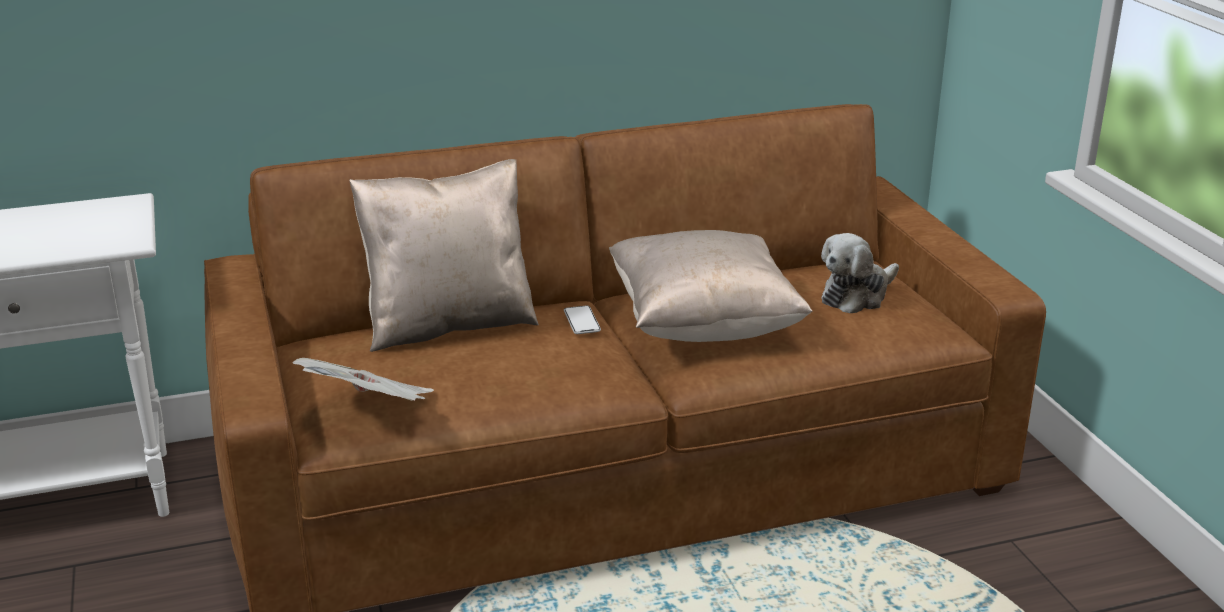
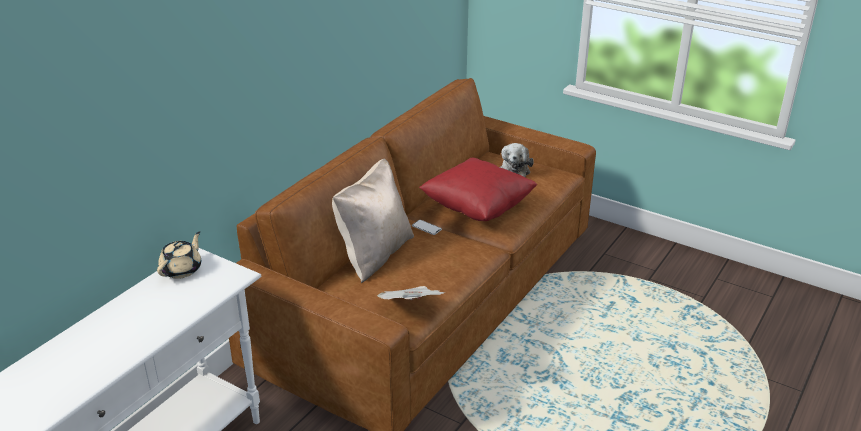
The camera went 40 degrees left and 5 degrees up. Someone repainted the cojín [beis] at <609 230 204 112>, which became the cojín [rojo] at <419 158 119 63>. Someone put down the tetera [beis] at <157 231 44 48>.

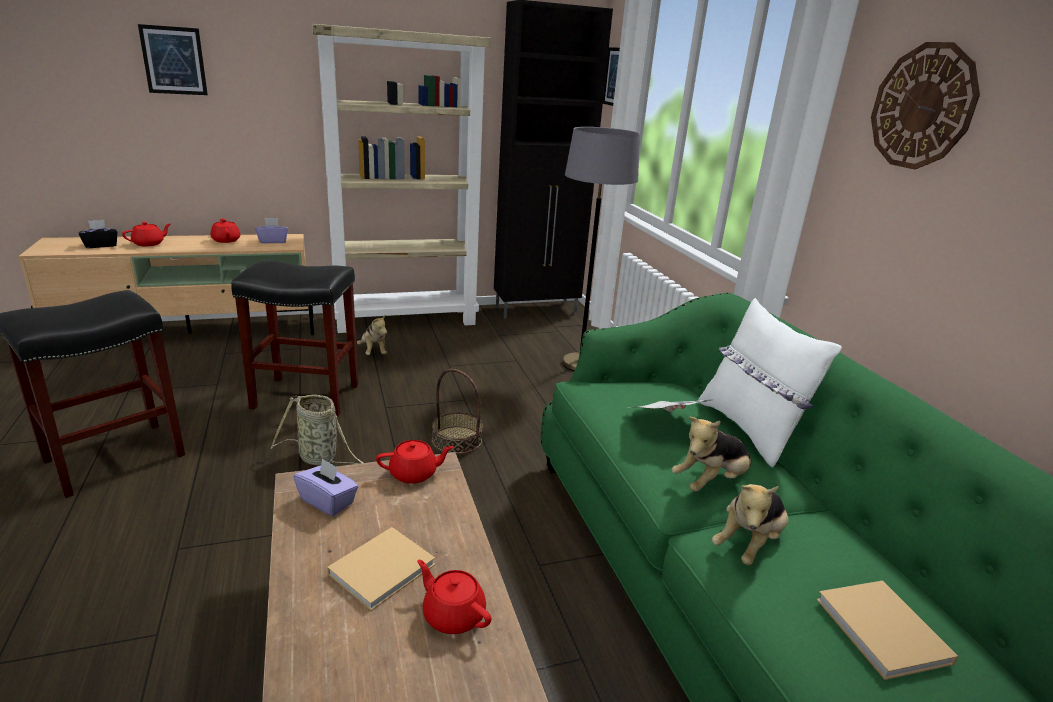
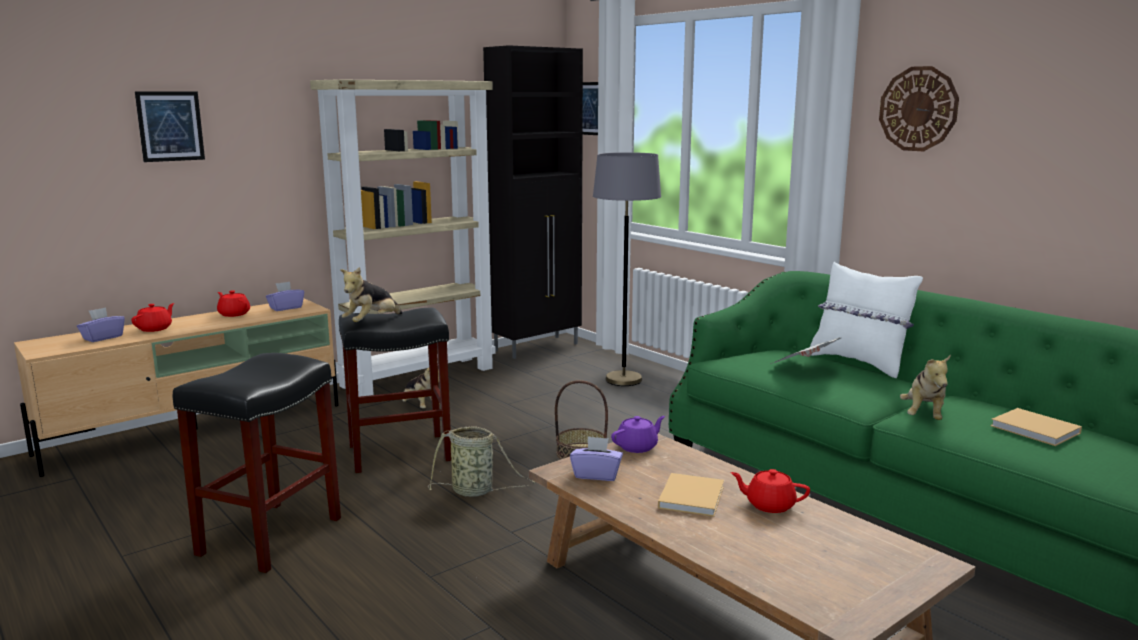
The camera went 20 degrees left and 10 degrees down. Someone repainted the caja de pañuelos [negro] at <78 220 39 28>, which became the caja de pañuelos [morado] at <77 307 48 35>. Someone carried the peluche from <672 417 80 75> to <340 267 63 55>. Someone repainted the tetera [rojo] at <376 440 78 44>, which became the tetera [morado] at <611 416 54 37>.

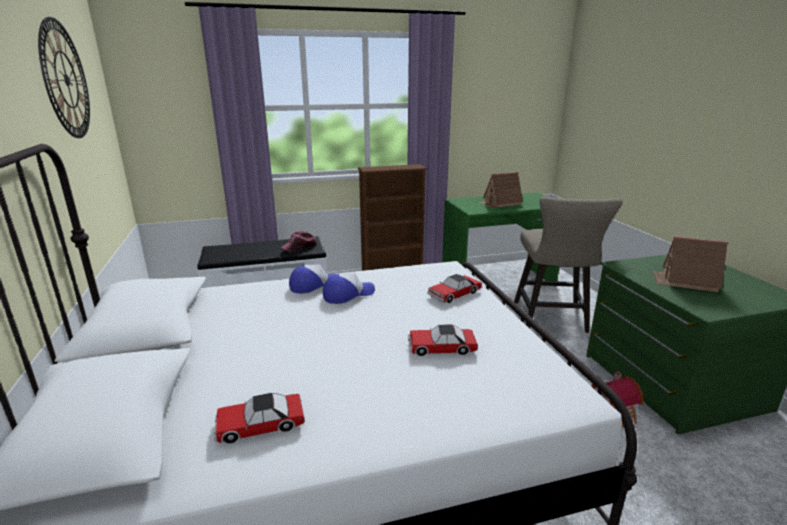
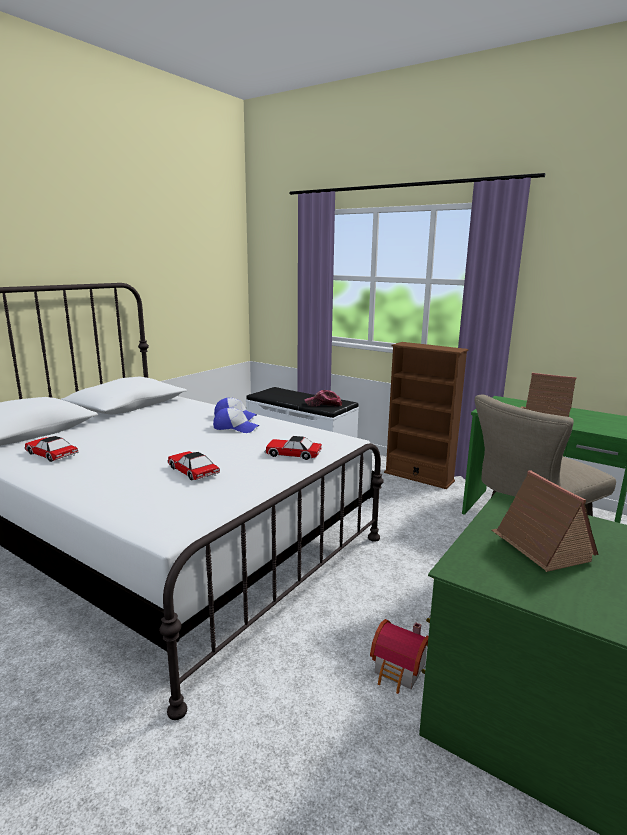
The camera went 50 degrees right and 5 degrees down. Someone took away the reloj de pared at <38 17 52 121>.

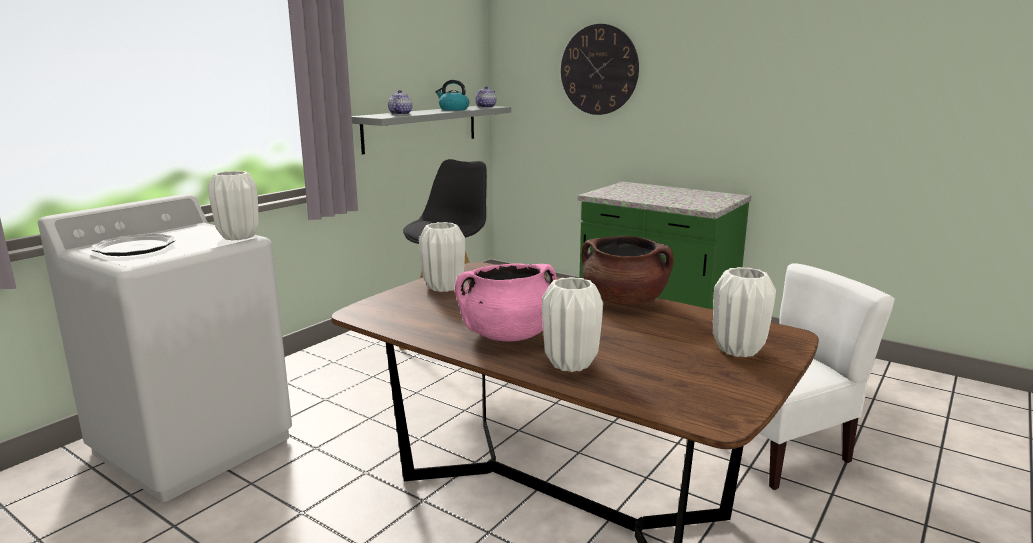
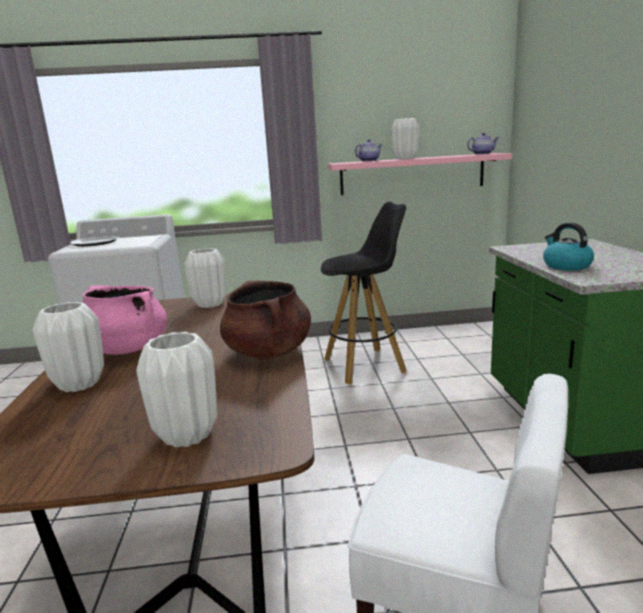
The camera went 50 degrees right and 0 degrees up. Someone took away the reloj de pared at <561 24 78 91>. Someone carried the hervidor from <436 80 33 31> to <543 223 51 47>. Someone repainted the estante [gris] at <352 106 159 48>, which became the estante [rosa] at <328 153 184 42>. Someone carried the florero [blanco] from <208 171 51 69> to <391 118 28 42>.

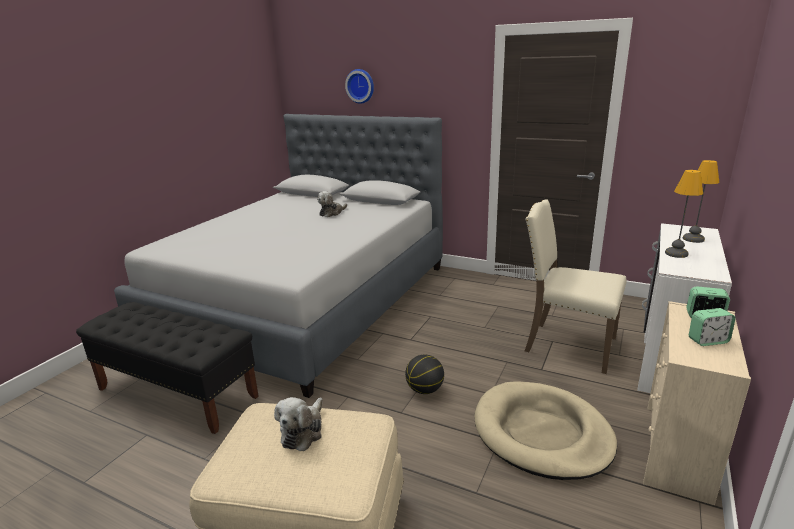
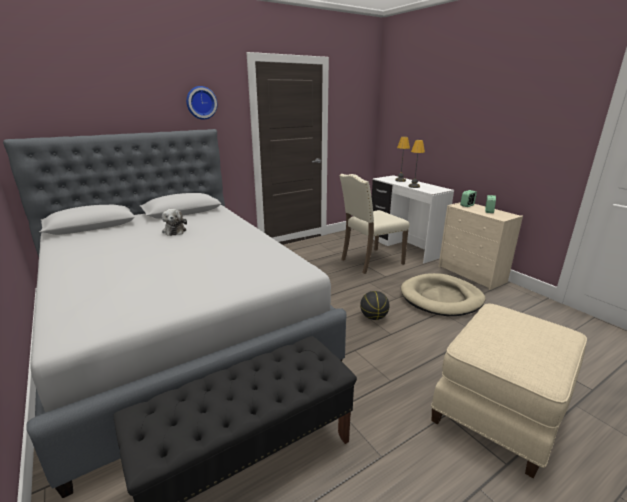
The camera went 60 degrees left and 0 degrees up. Someone carried the reloj de pared from <345 69 29 35> to <186 86 31 33>. Someone took away the peluche at <274 397 49 54>.

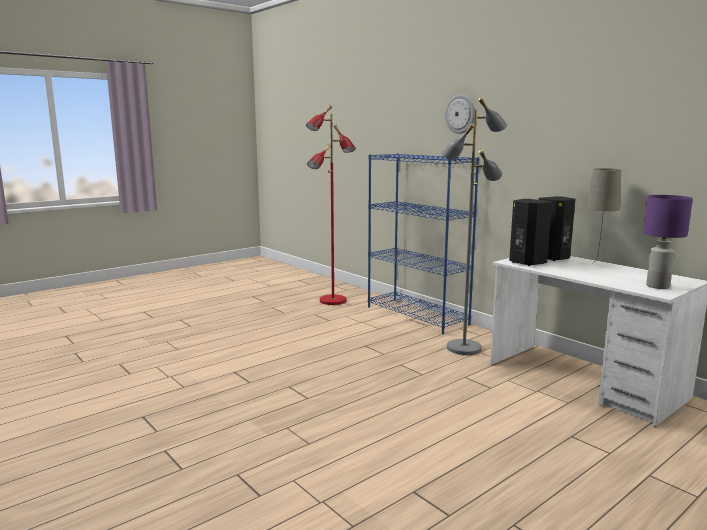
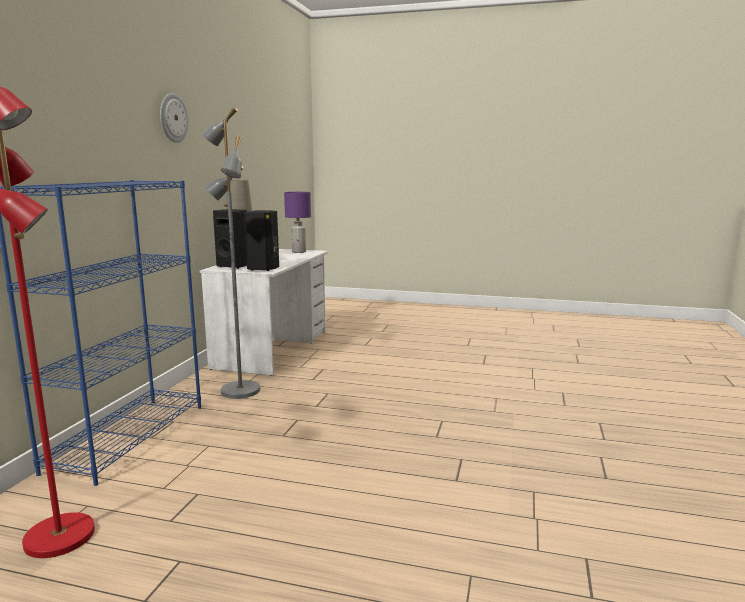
The camera went 125 degrees left and 0 degrees up. Someone carried the reloj de pared from <445 94 30 40> to <160 93 29 50>.

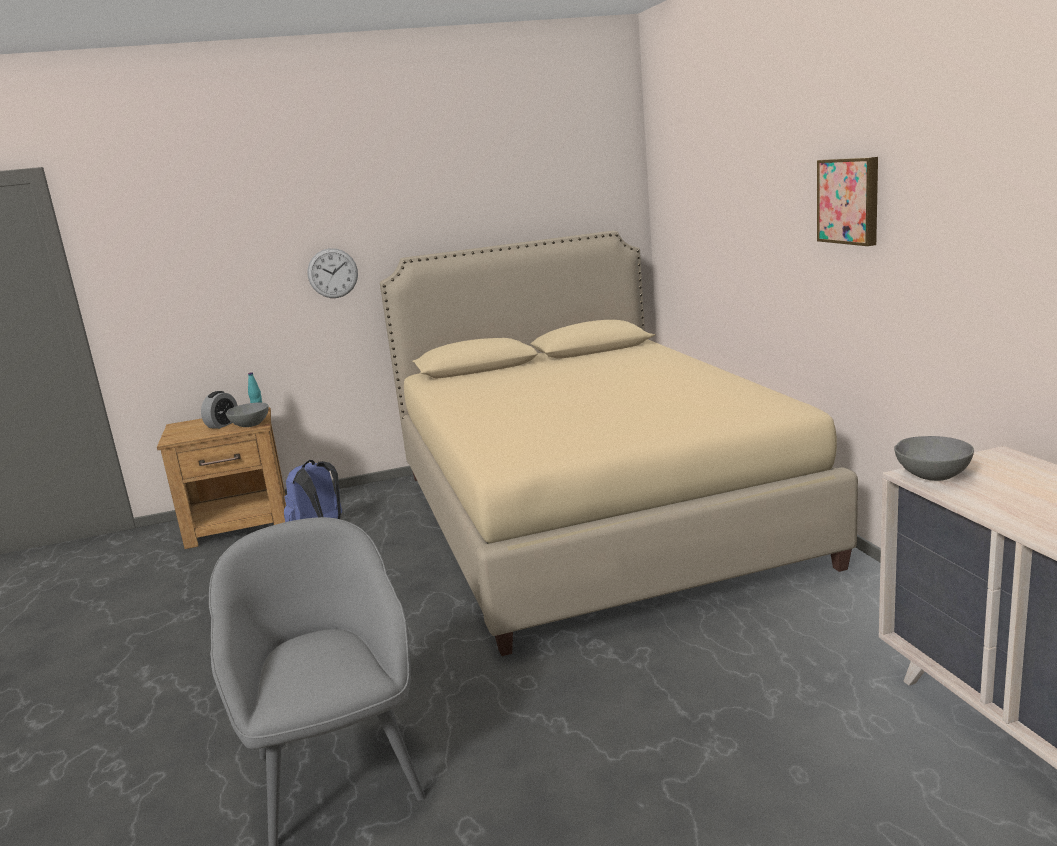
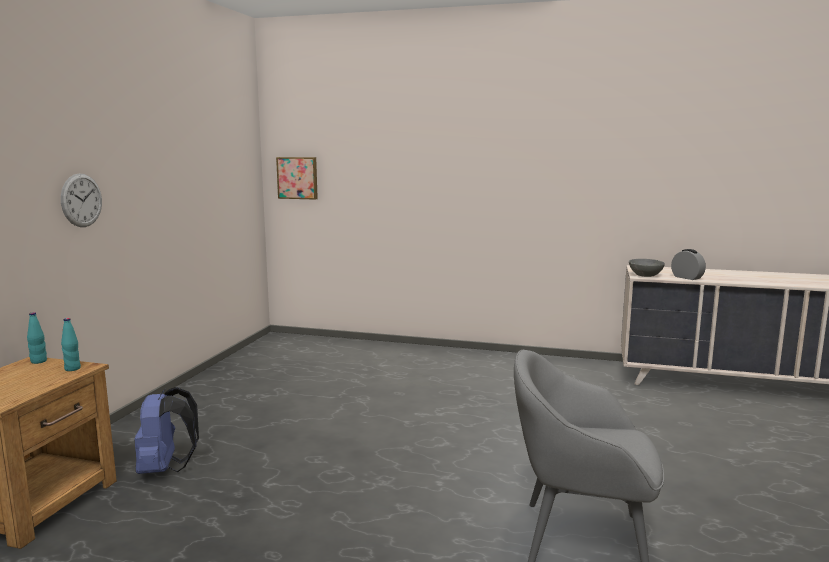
The camera went 60 degrees left and 5 degrees down. Someone carried the cuadro from <817 157 61 89> to <276 157 42 43>. Someone took away the cama [beis] at <380 231 478 425>. Someone carried the despertador from <201 391 37 38> to <671 249 35 31>. Someone swapped the cuenco [gris] at <225 402 44 25> for the botella [turquesa] at <61 318 20 53>.

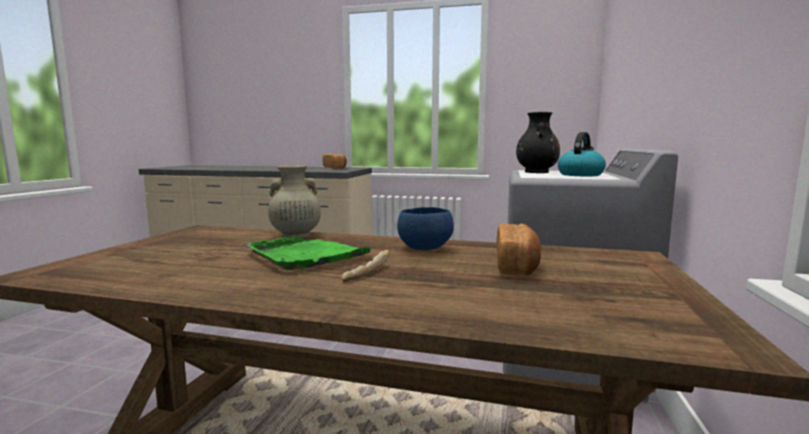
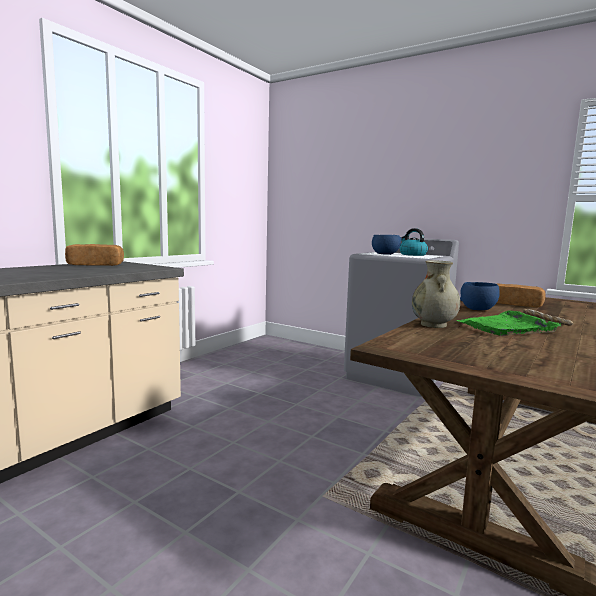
The camera went 70 degrees left and 0 degrees up. Someone swapped the florero [negro] at <516 112 44 61> for the cuenco [azul] at <372 235 30 20>.

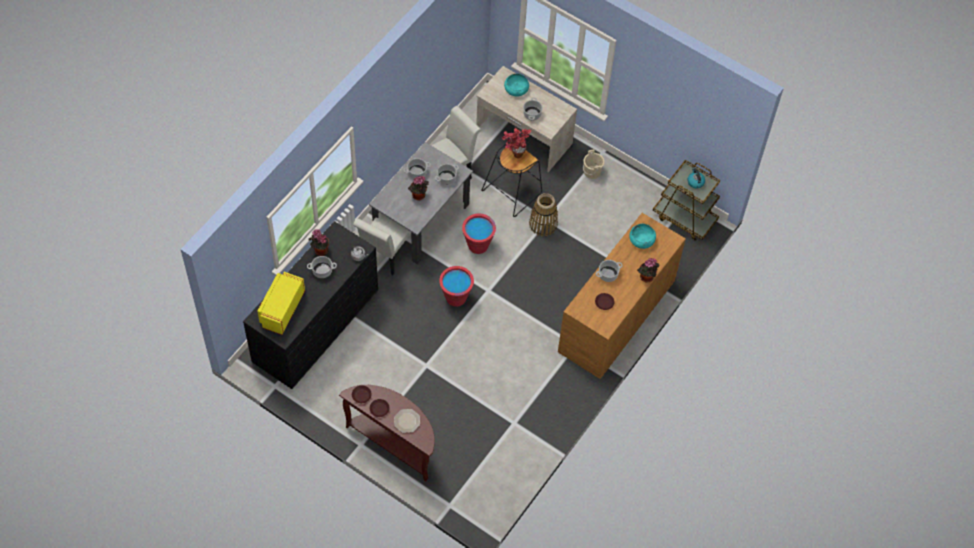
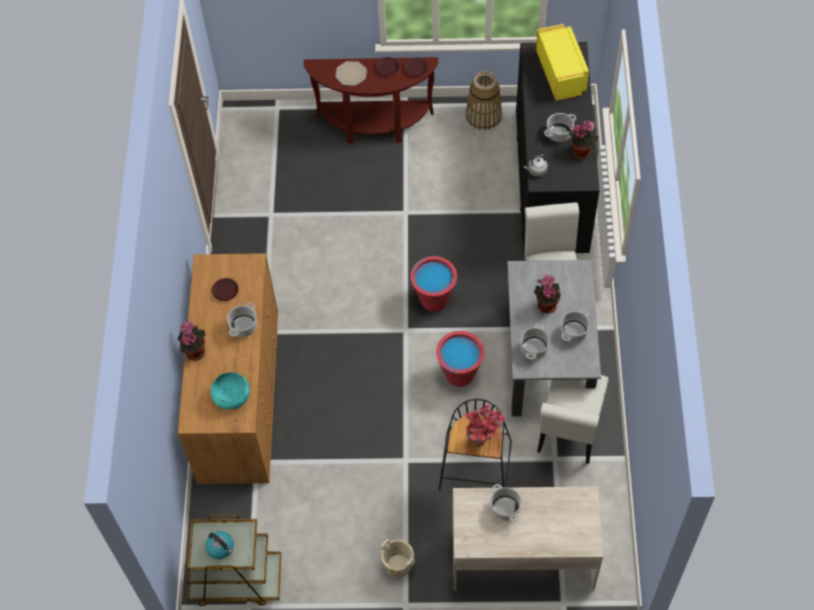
The camera went 150 degrees right and 0 degrees up. Someone took away the cuenco [turquesa] at <504 73 25 24>. Someone carried the cesta from <529 193 29 43> to <466 71 36 59>.

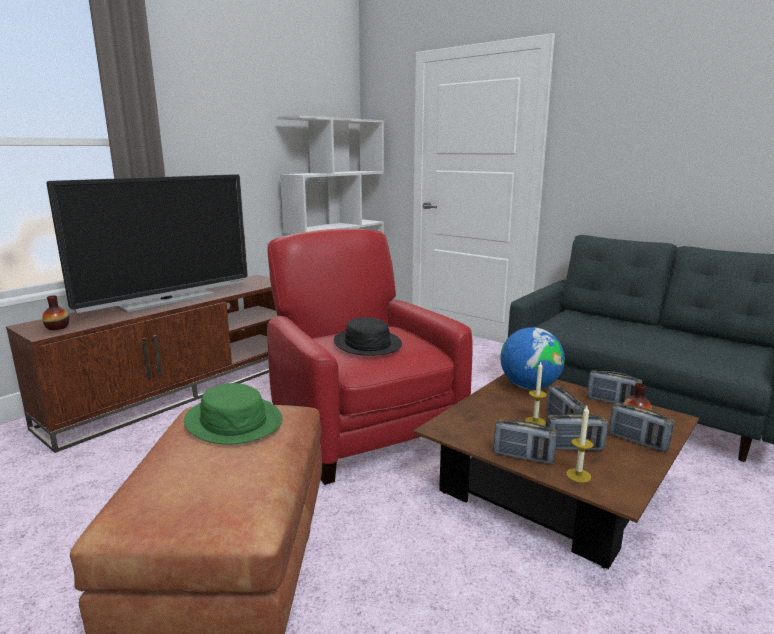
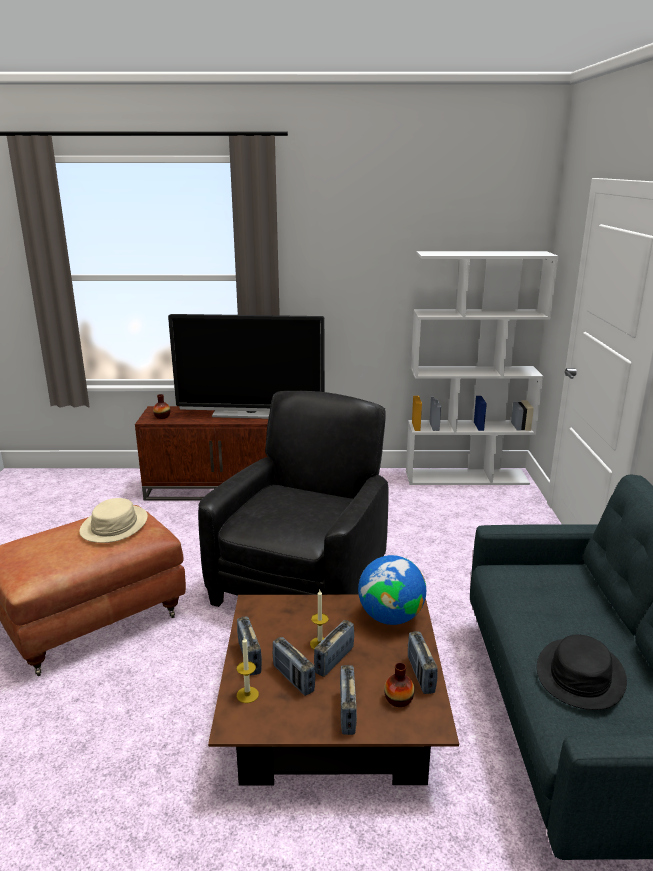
The camera went 50 degrees right and 5 degrees up. Someone repainted the sillón [rojo] at <267 229 205 256>, which became the sillón [negro] at <198 391 190 216>. Someone carried the sombrero [negro] from <334 317 68 39> to <537 635 90 75>. Someone repainted the sombrero [verde] at <184 383 99 62>, which became the sombrero [beis] at <79 498 69 45>.

